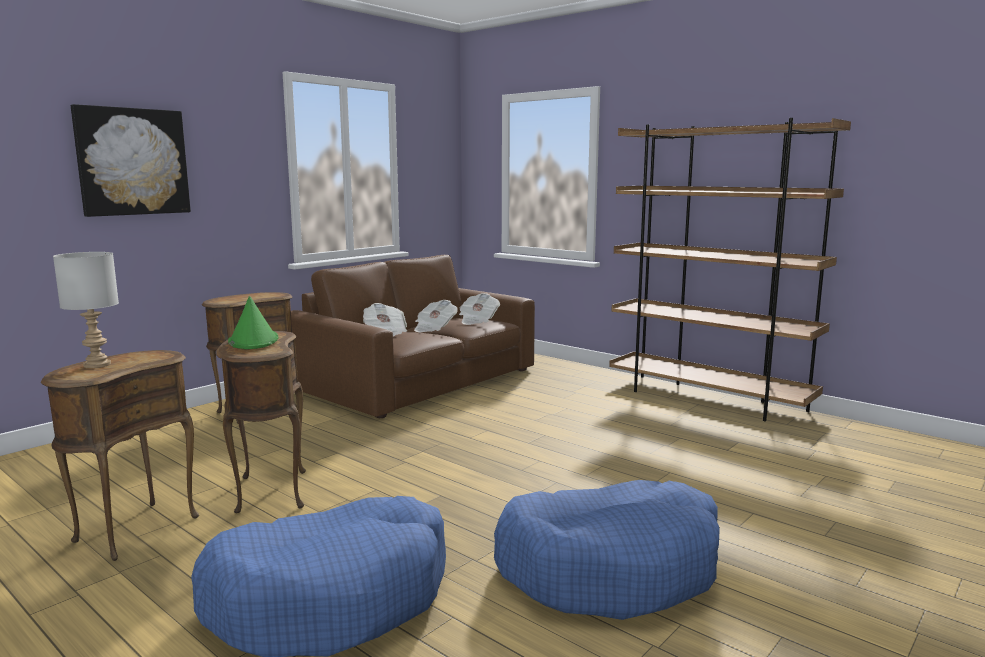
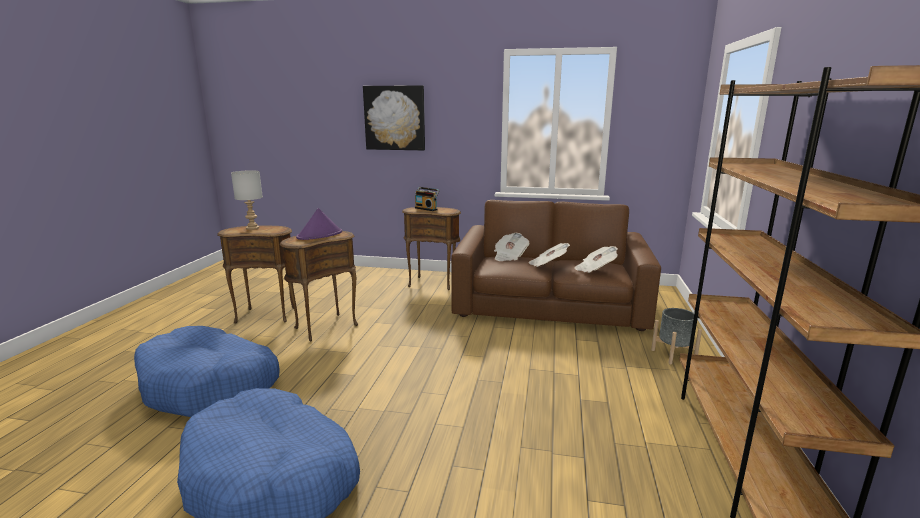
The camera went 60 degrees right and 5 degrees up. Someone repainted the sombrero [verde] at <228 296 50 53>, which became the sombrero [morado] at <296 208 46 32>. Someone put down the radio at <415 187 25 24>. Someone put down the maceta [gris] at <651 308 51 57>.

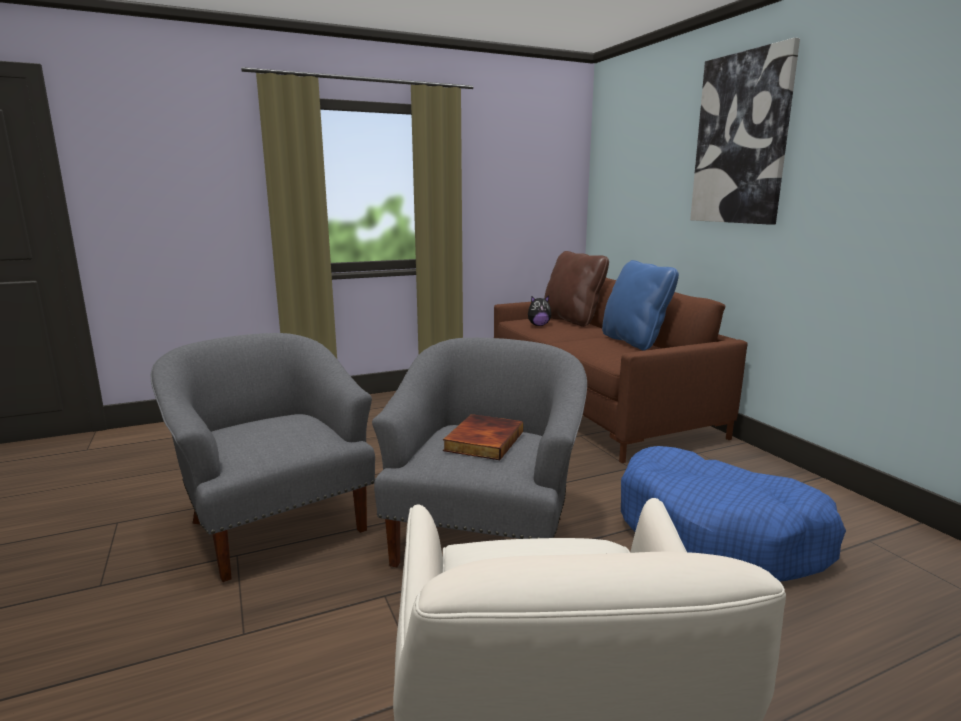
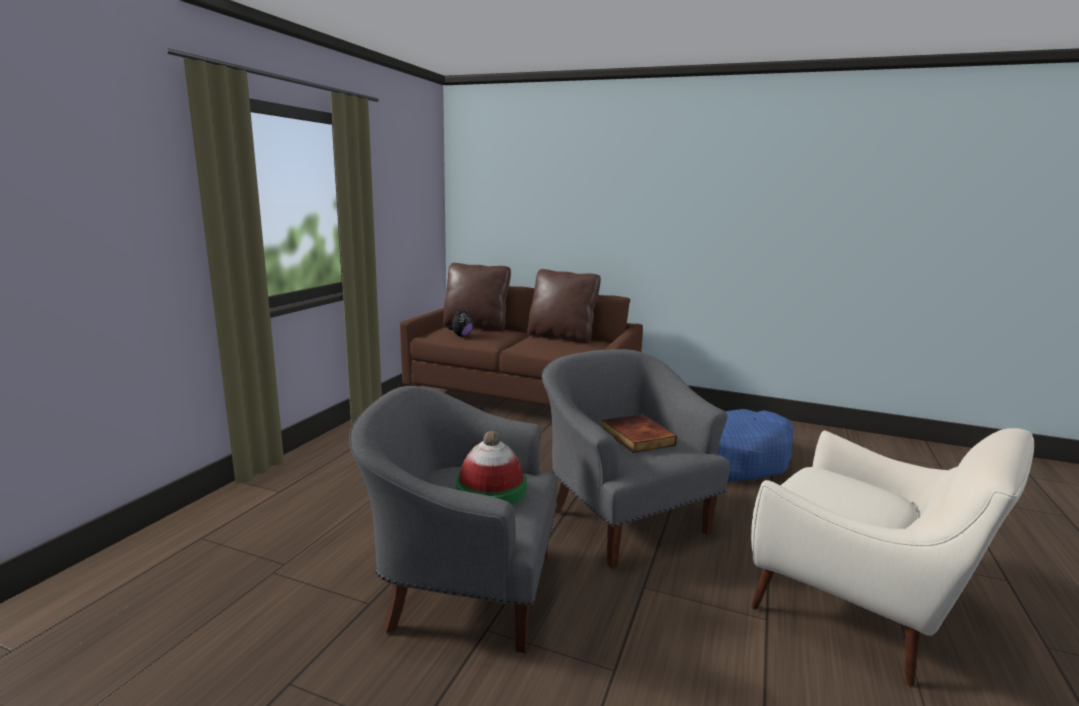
The camera went 45 degrees left and 0 degrees up. Someone took away the cuadro at <690 38 110 187>. Someone repainted the cojín [azul] at <602 260 77 91>, which became the cojín [marrón] at <527 269 74 74>. Someone put down the sombrero at <456 431 71 74>.

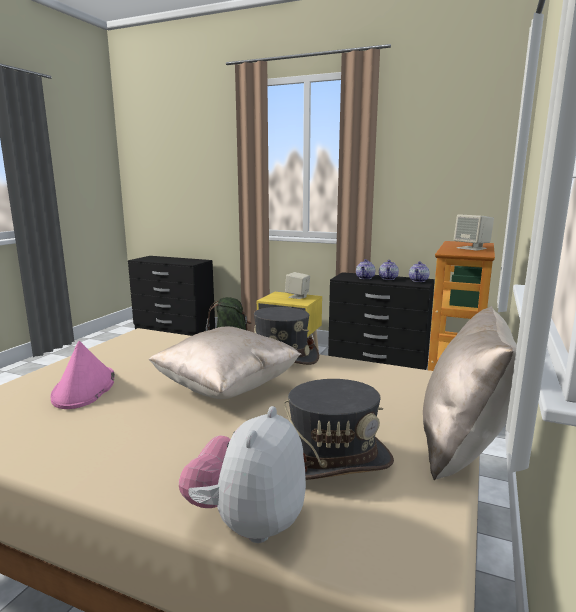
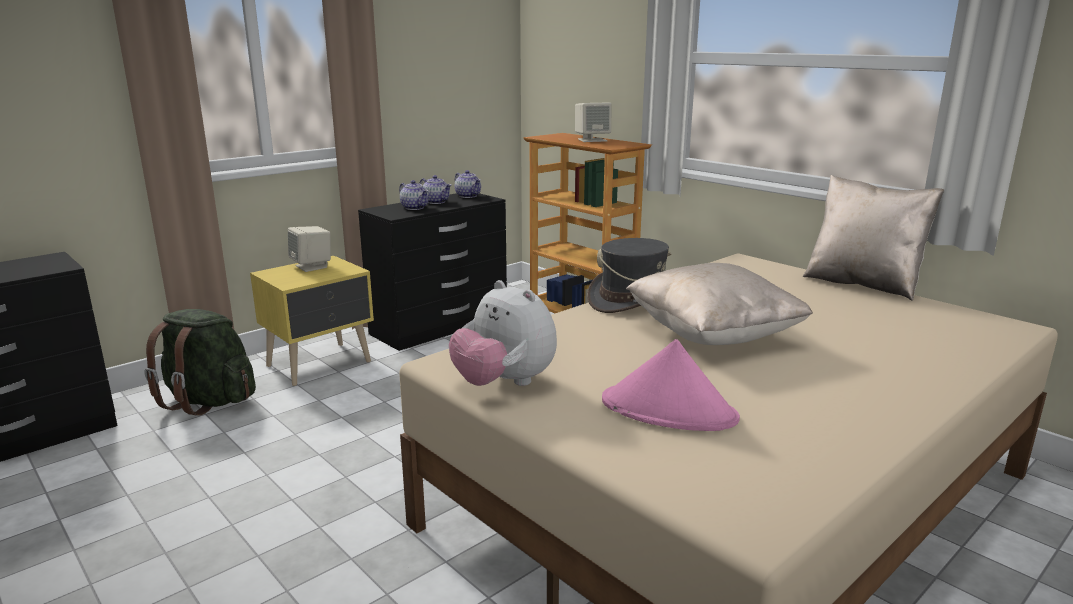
The camera went 65 degrees left and 5 degrees up. Someone took away the sombrero [gris] at <284 379 110 101>. Someone carried the peluche from <179 406 127 137> to <449 280 108 106>.

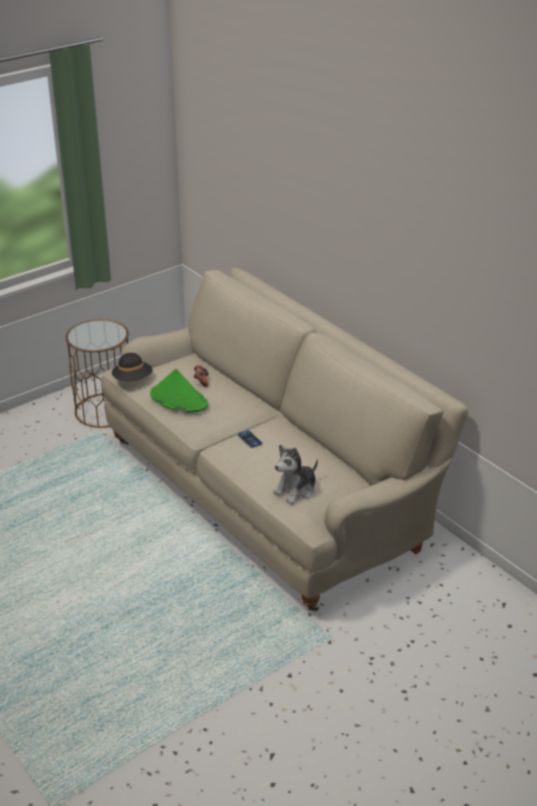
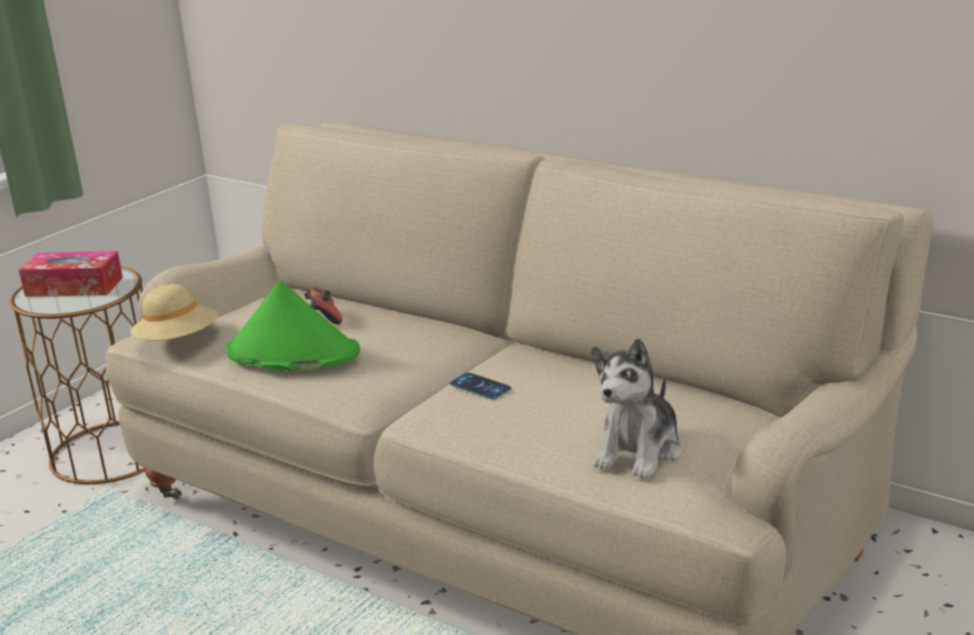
The camera went 15 degrees left and 10 degrees down. Someone repainted the sombrero [negro] at <112 353 41 28>, which became the sombrero [beis] at <130 284 89 57>. Someone put down the caja de pañuelos at <19 251 104 46>.

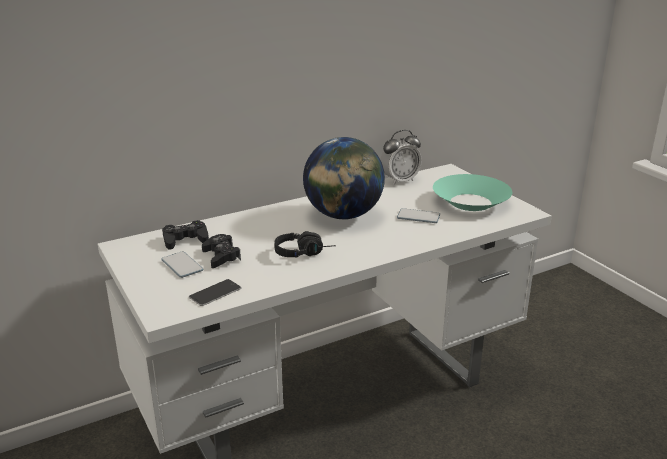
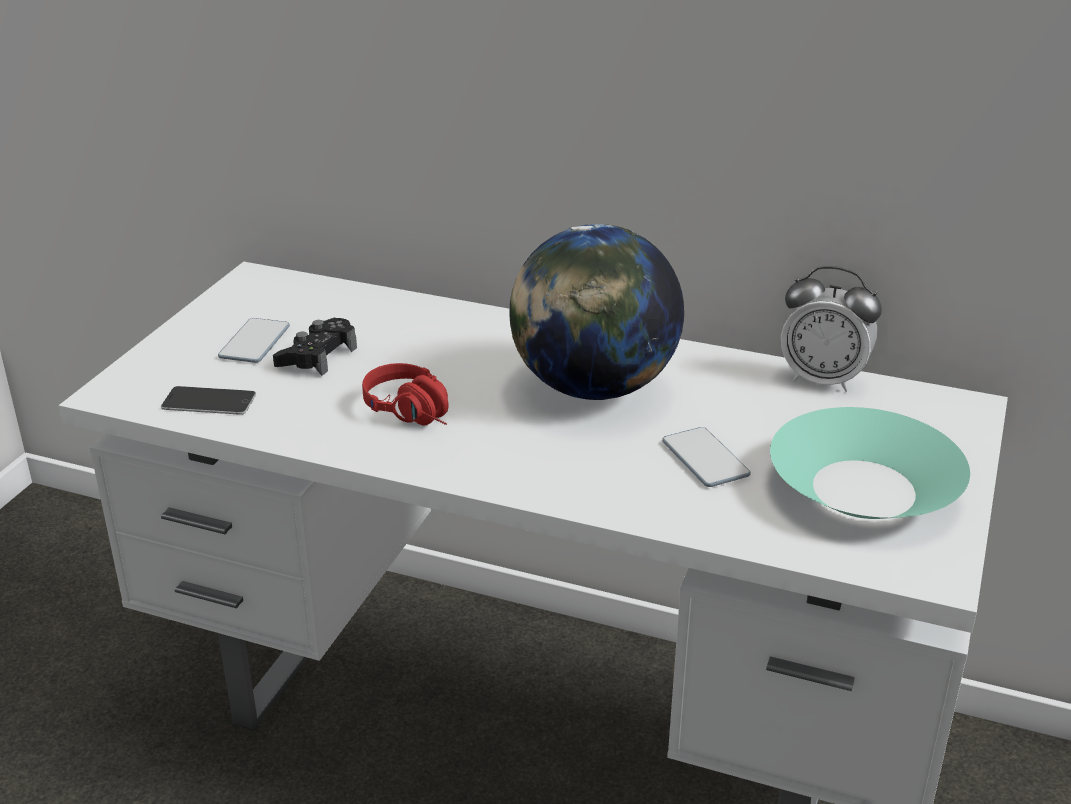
The camera went 50 degrees right and 5 degrees up. Someone took away the mando de consola [negro] at <162 220 47 30>. Someone repainted the auriculares [negro] at <274 231 62 27>, which became the auriculares [rojo] at <362 363 87 63>.

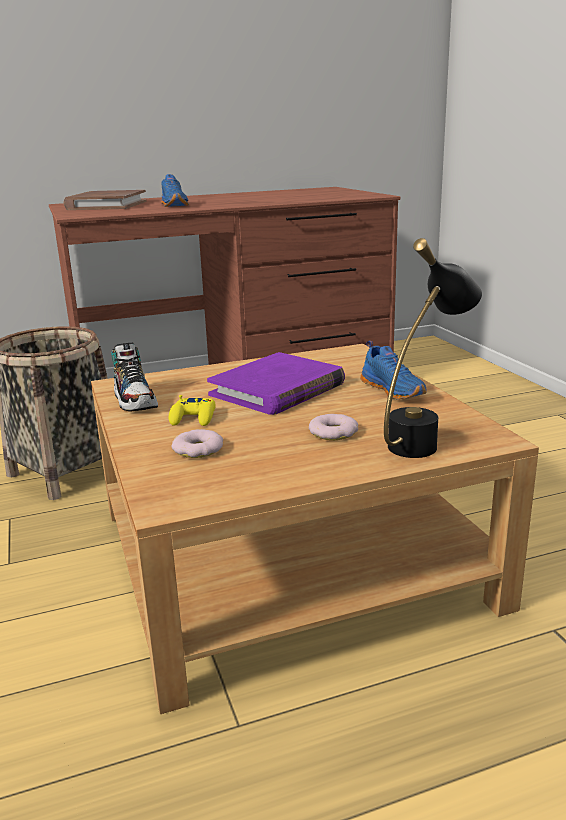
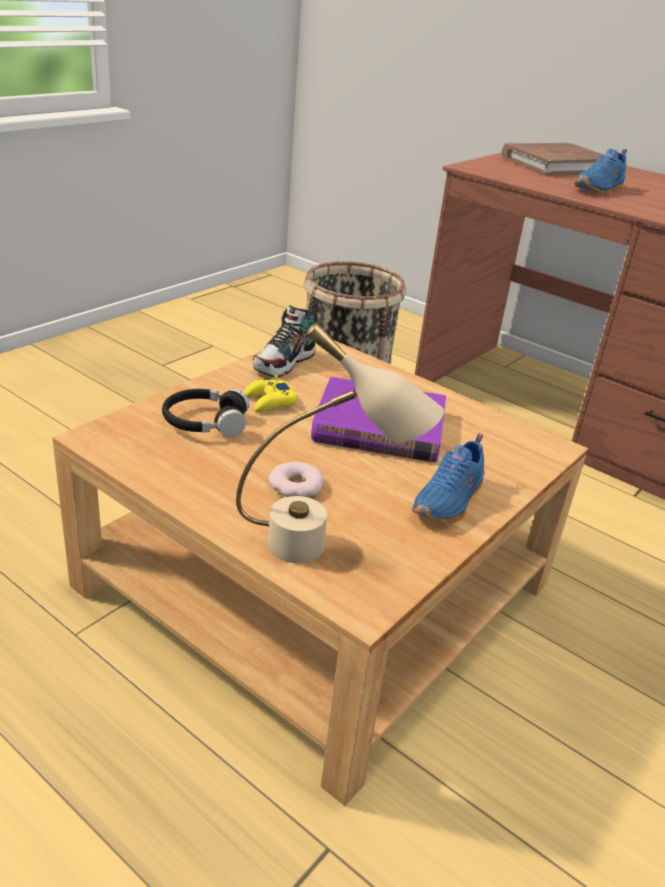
The camera went 55 degrees right and 10 degrees up. Someone repainted the lámpara de mesa [negro] at <384 238 98 220>, which became the lámpara de mesa [beis] at <236 322 208 241>. Someone swapped the rosquilla at <171 429 52 29> for the auriculares [negro] at <162 388 87 49>.

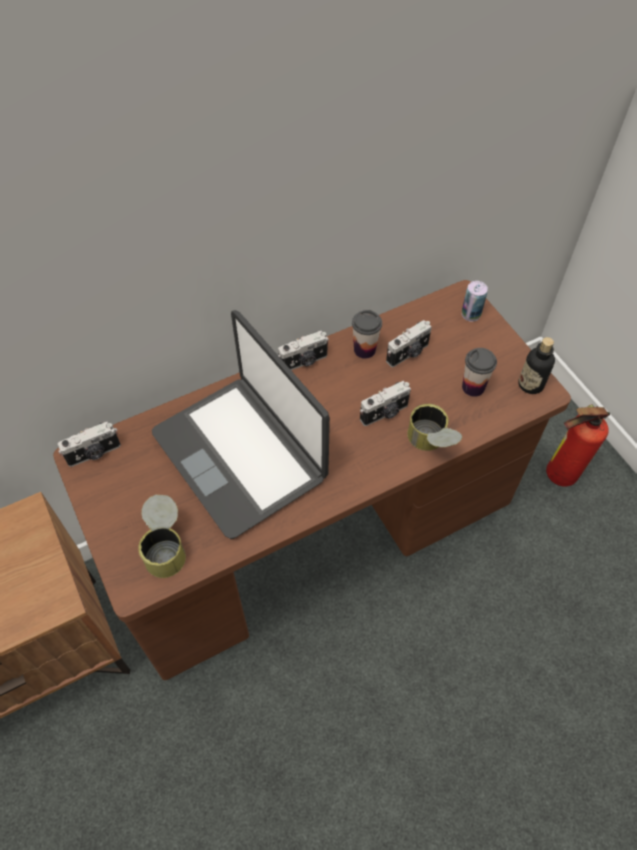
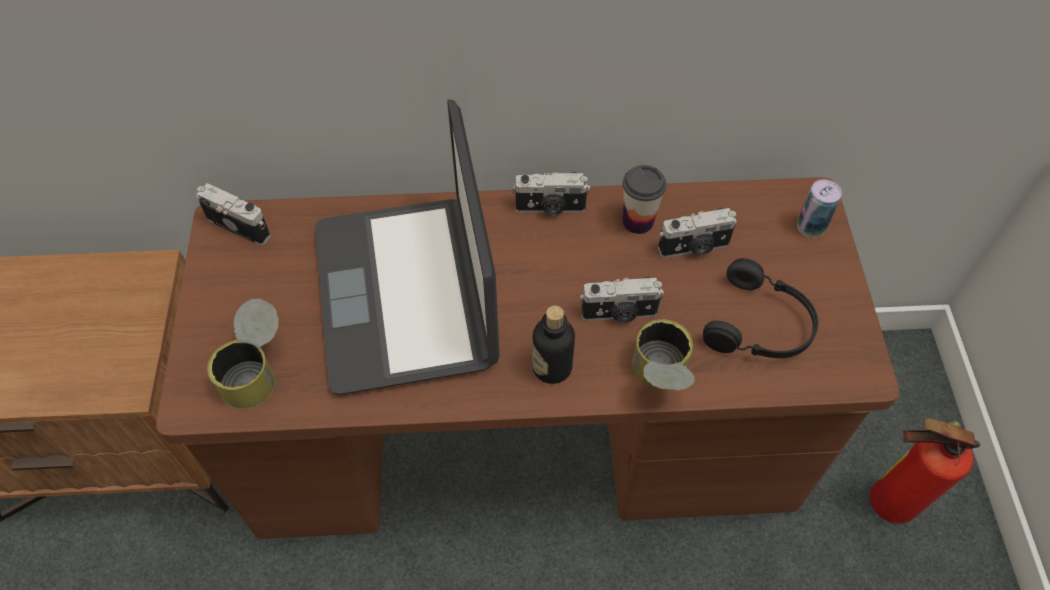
The camera went 25 degrees right and 0 degrees up. Someone carried the botella from <518 337 37 57> to <532 305 43 79>. Someone swapped the taza at <462 348 35 49> for the auriculares [negro] at <703 258 115 100>. Someone rotated the cámara at <58 422 63 45> by 150 degrees counterclockwise.

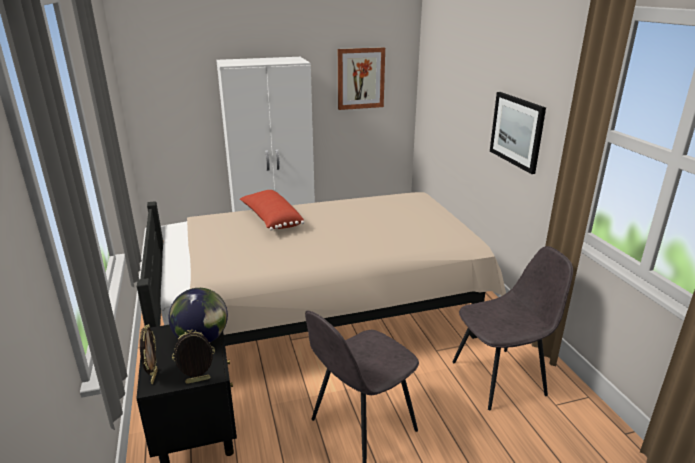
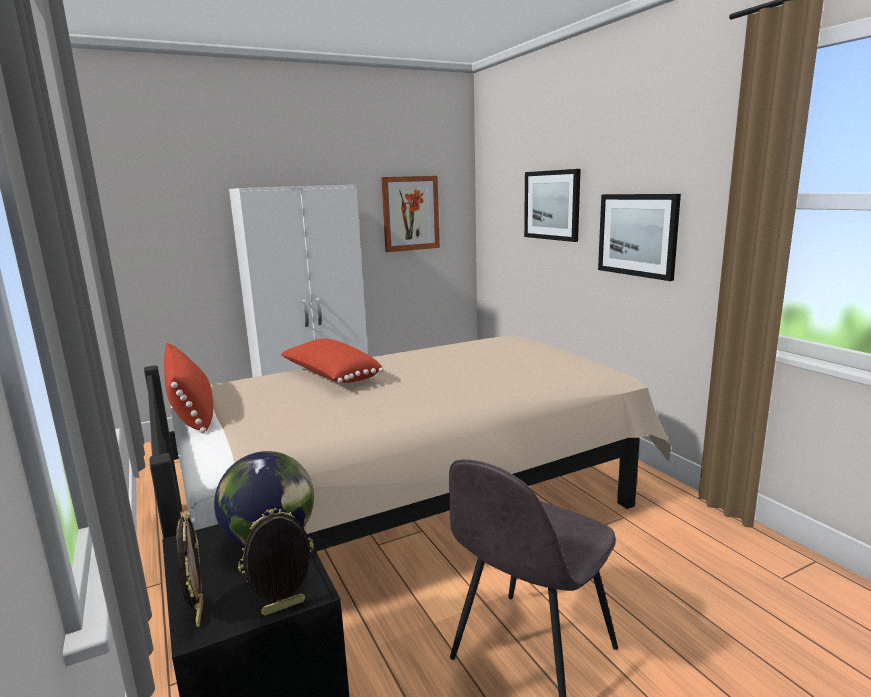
The camera went 10 degrees left and 10 degrees down. Someone took away the silla [gris] at <453 246 120 164>. Someone put up the cuadro at <524 169 57 73>. Someone put down the cojín [rojo] at <164 343 49 90>.

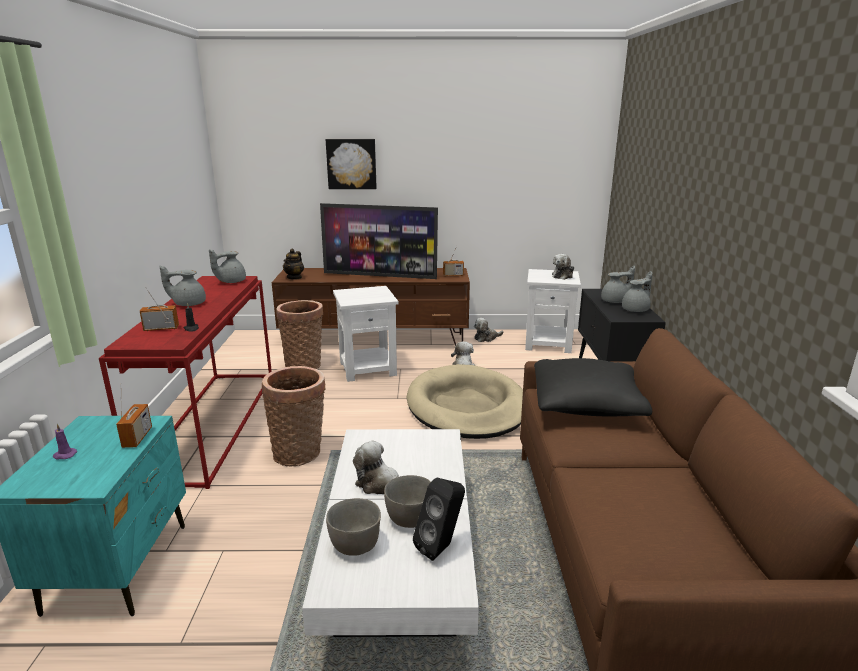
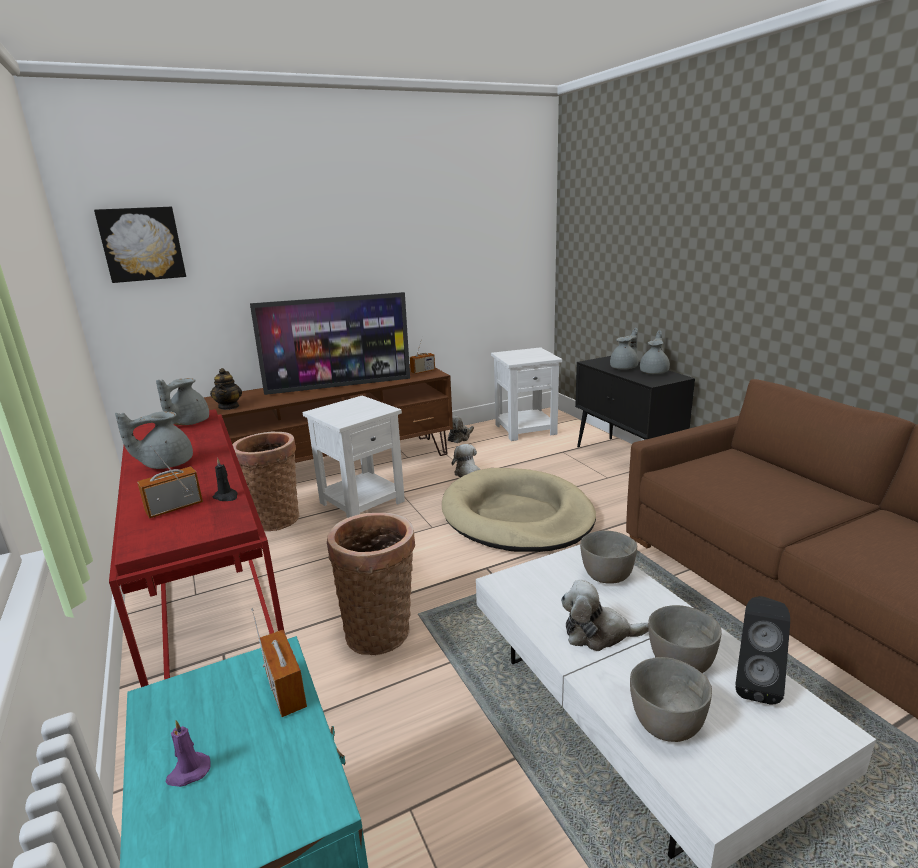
The camera went 25 degrees left and 0 degrees up. Someone carried the cuadro from <326 139 51 50> to <94 207 92 76>. Someone took away the peluche at <552 254 22 26>. Someone took away the cojín [negro] at <534 358 118 58>. Someone put down the cuenco [gris] at <580 530 57 54>.

